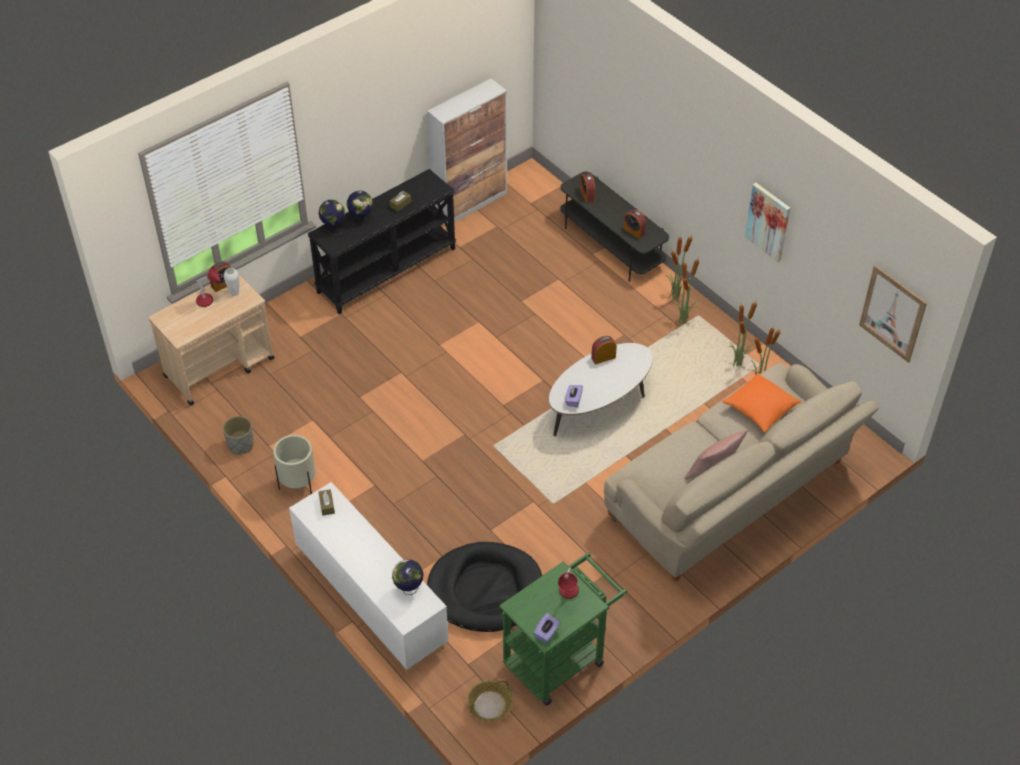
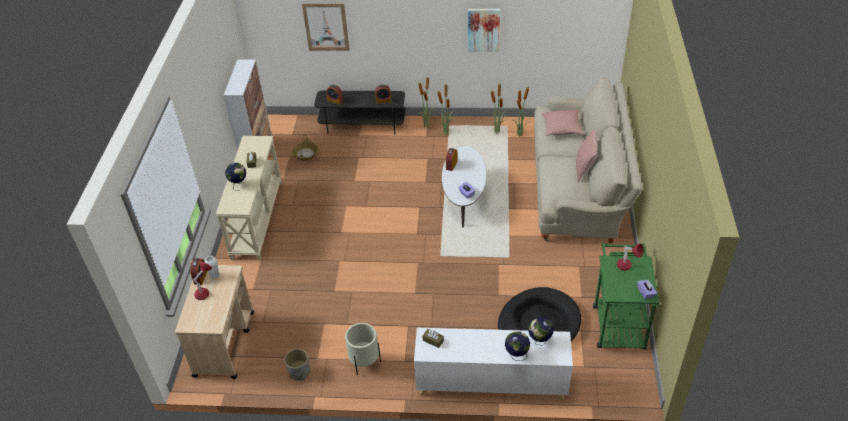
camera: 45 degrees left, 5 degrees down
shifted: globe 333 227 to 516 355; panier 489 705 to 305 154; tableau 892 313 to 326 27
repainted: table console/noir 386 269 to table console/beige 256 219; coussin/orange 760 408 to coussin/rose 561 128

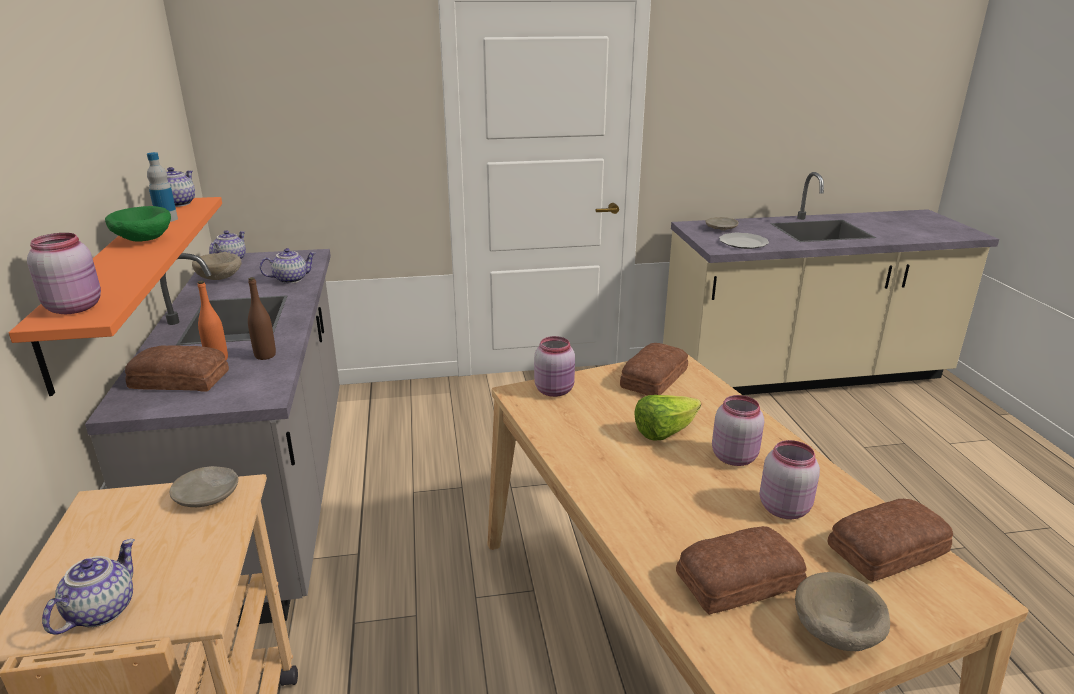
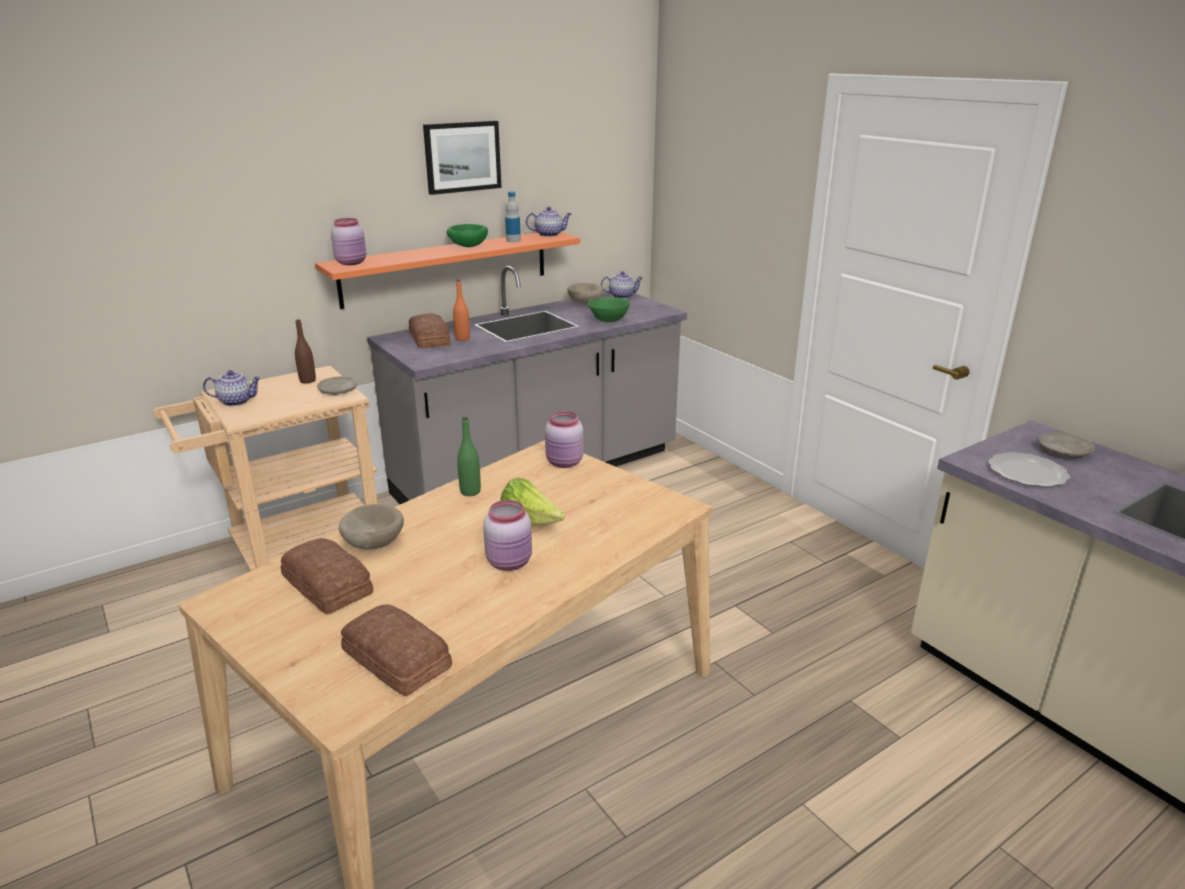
camera: 65 degrees right, 0 degrees up
gone: pain 652 378; bocal/rose 784 507
new: tableau 462 157; bouteille/vert 470 492
shifted: bouteille/marron 265 355 to 307 381; bol/beige 834 634 to 372 543
swapped: théière 291 279 to bol/vert 609 319

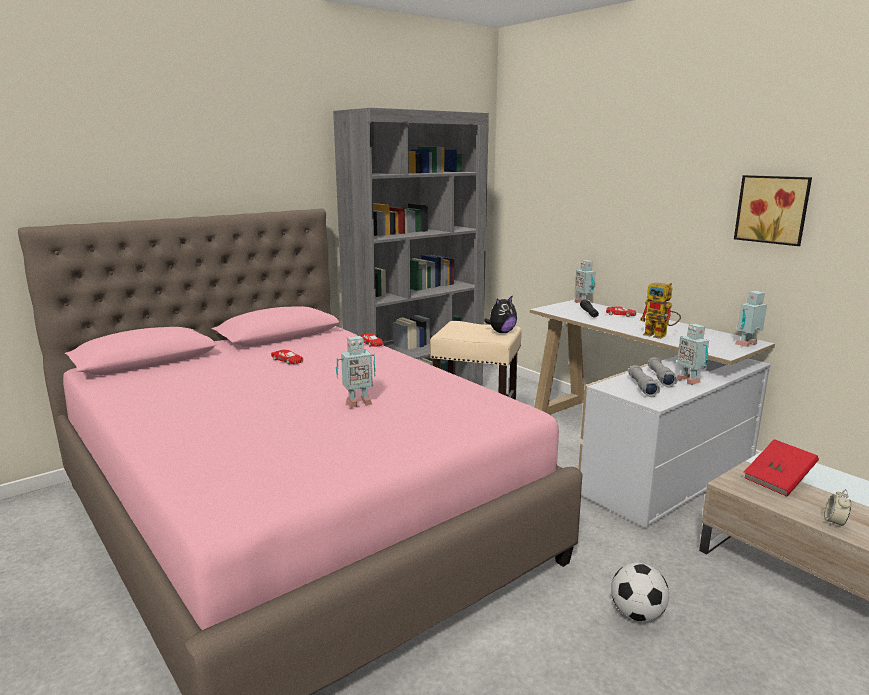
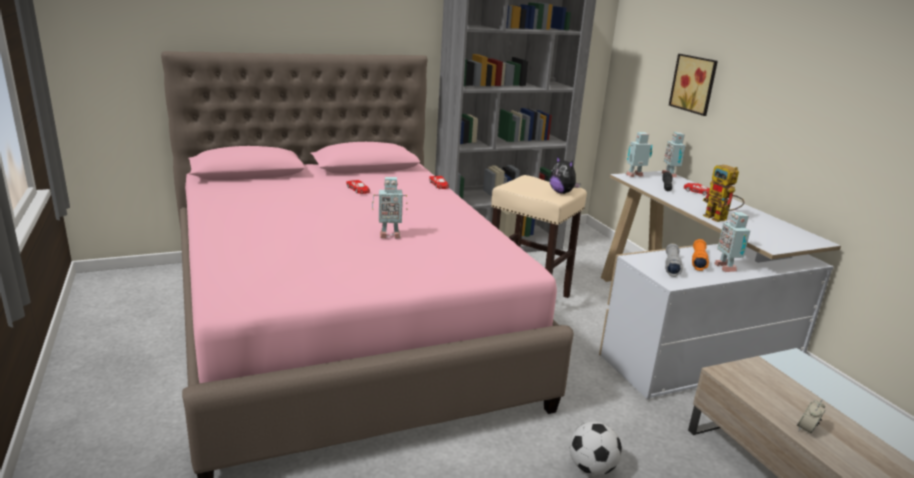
camera: 15 degrees right, 5 degrees up
gone: livre/rouge 778 480
shifted: tableau 773 209 to 695 84; robot jouet 748 345 to 635 176
repainted: lampe de poche/gris 660 378 to lampe de poche/orange 698 260
rotated: peluche 501 332 = 562 192 75 degrees clockwise

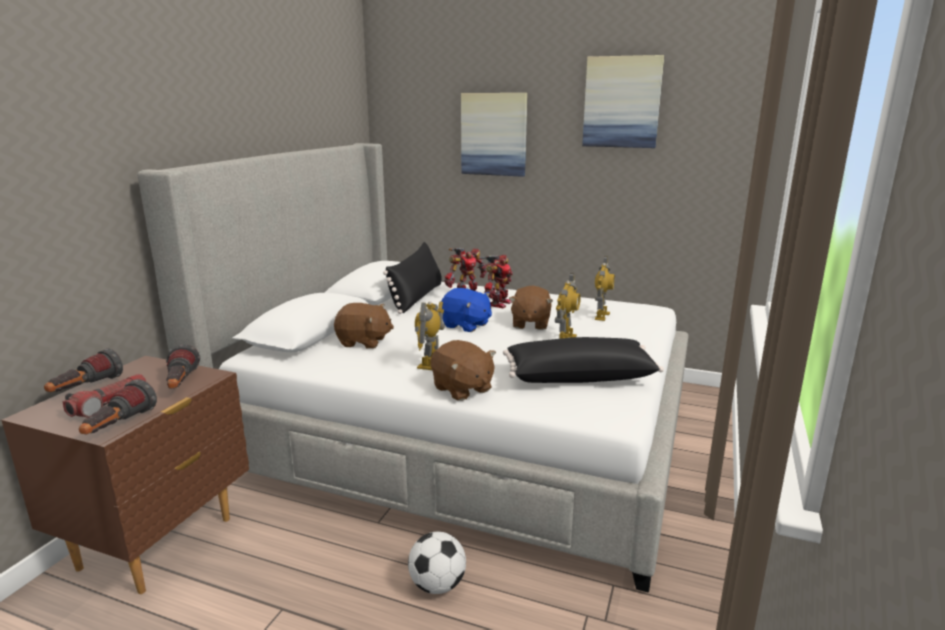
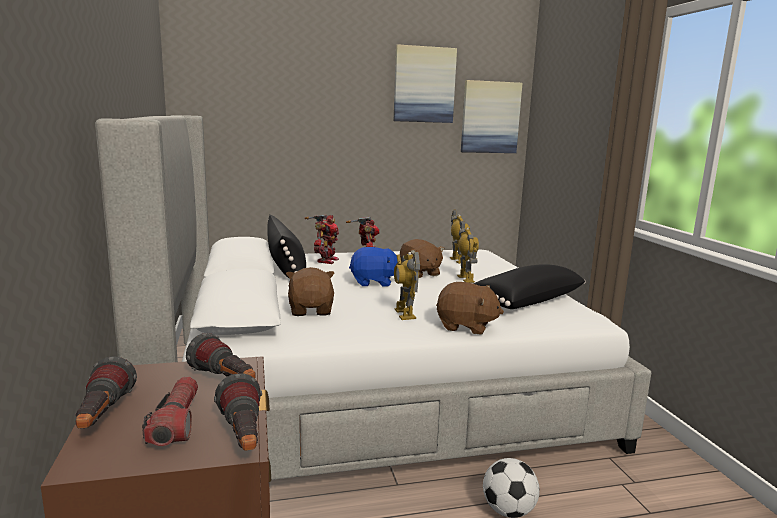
camera: 35 degrees left, 5 degrees down
shifted: tableau 494 134 to 490 117
rotated: peluche/marron 363 342 = 311 310 75 degrees counterclockwise

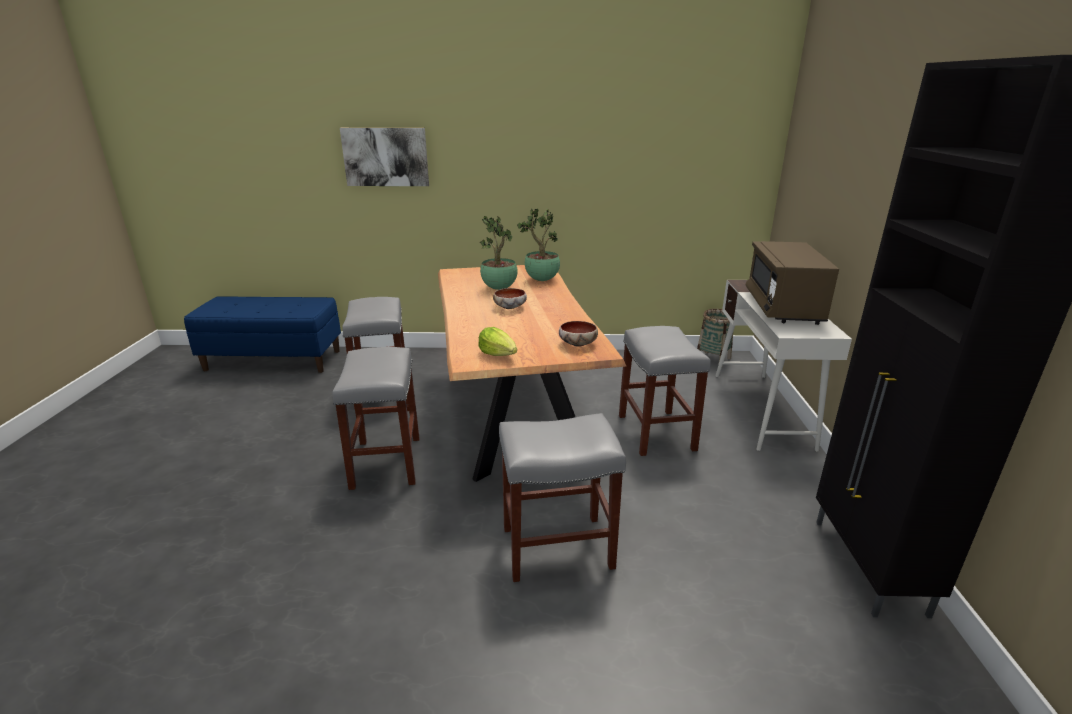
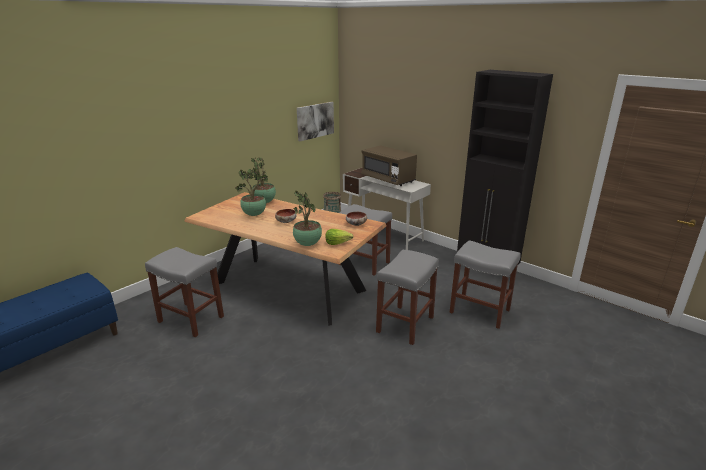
camera: 50 degrees left, 0 degrees up
new: plante en pot 308 244
shifted: tabouret/gris 385 461 to 479 311; tableau 386 157 to 315 120

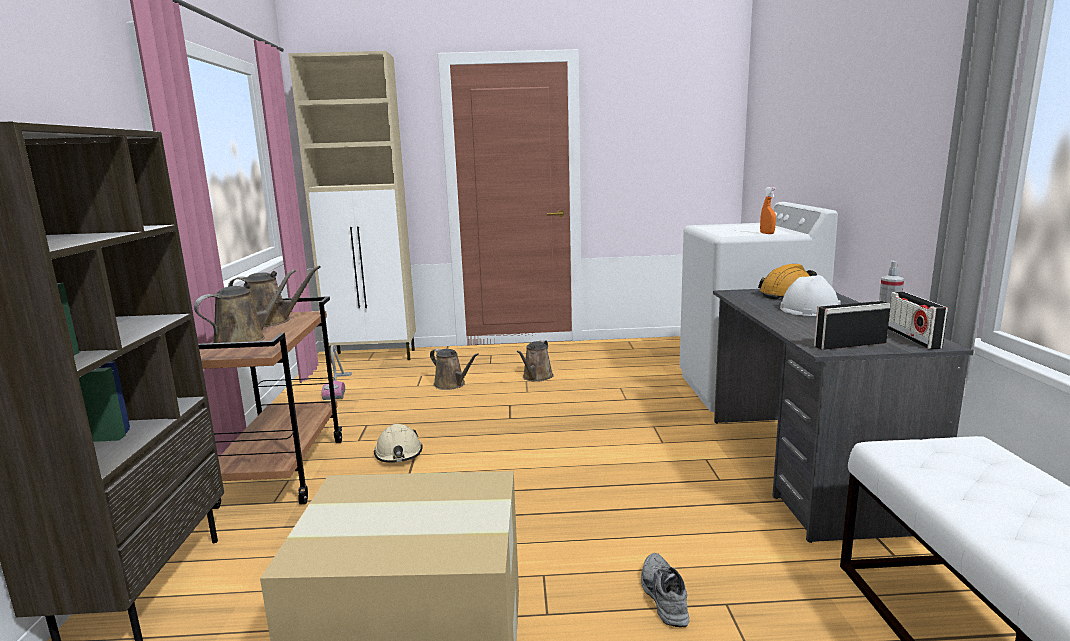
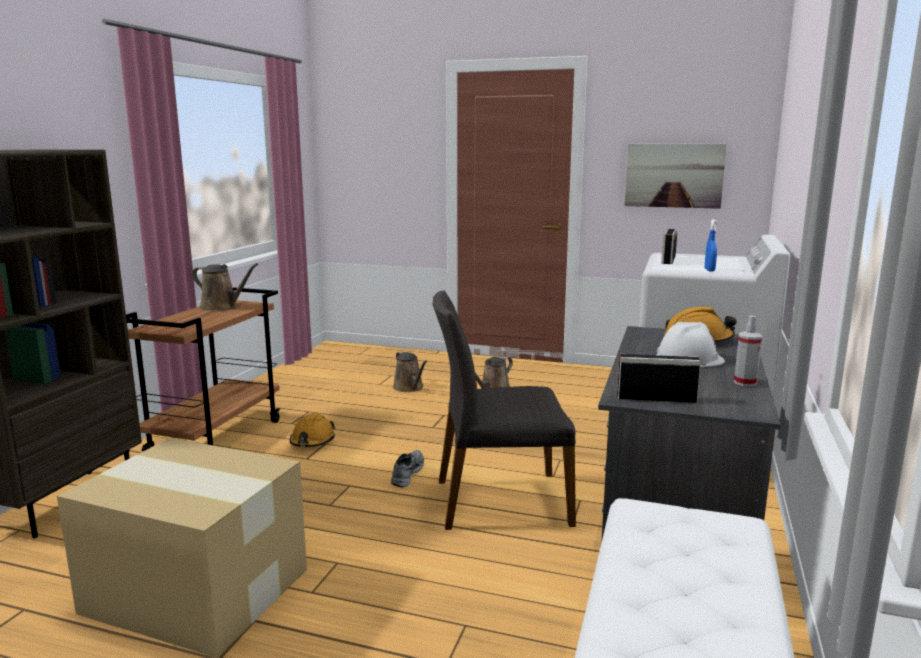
camera: 20 degrees right, 0 degrees up
gone: arrosoir/marron 245 339; meuble de rangement/beige 374 356; aspirateur 338 387
new: chaise/gris 500 501; tableau 674 175
shifted: chaussure/gris 662 596 to 406 473; radio 913 338 to 668 260
repainted: casque de chantier/beige 399 454 to casque de chantier/orange 312 441; vaporisateur/orange 767 233 to vaporisateur/bleu 709 270

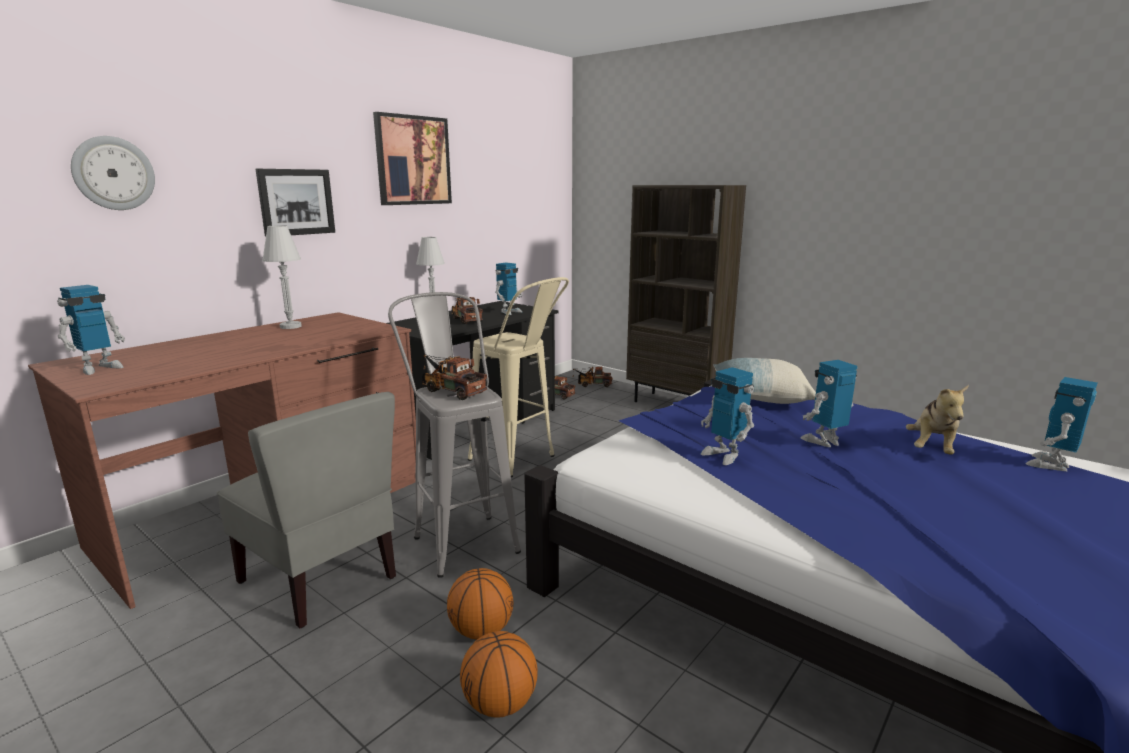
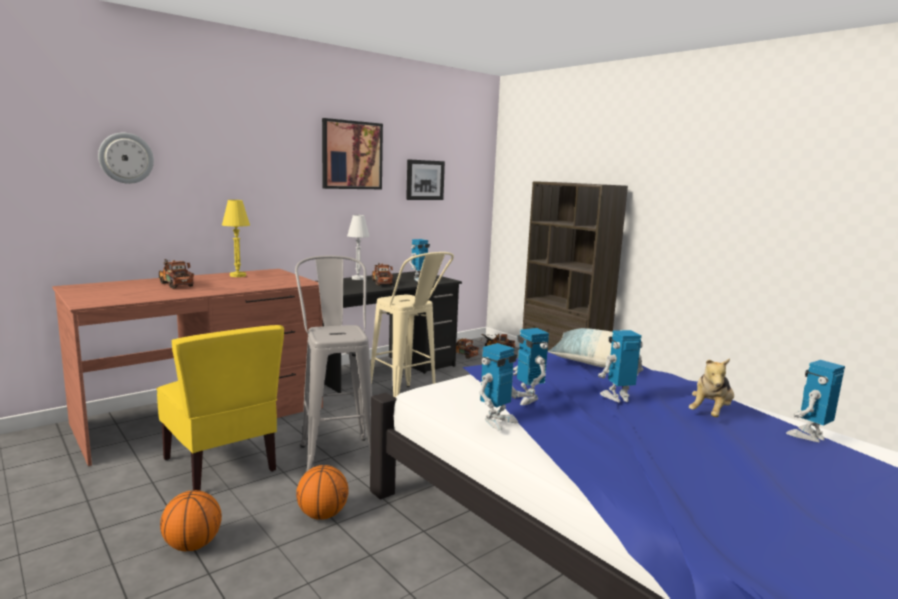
camera: 10 degrees right, 5 degrees down
shifted: robot jouet 99 368 to 497 421; tableau 296 202 to 424 180; camion jouet 451 391 to 175 284; ballon de basket 499 704 to 192 545
repainted: chaise/gris 320 578 to chaise/jaune 222 464; lampe de table/blanc 290 326 to lampe de table/jaune 238 275

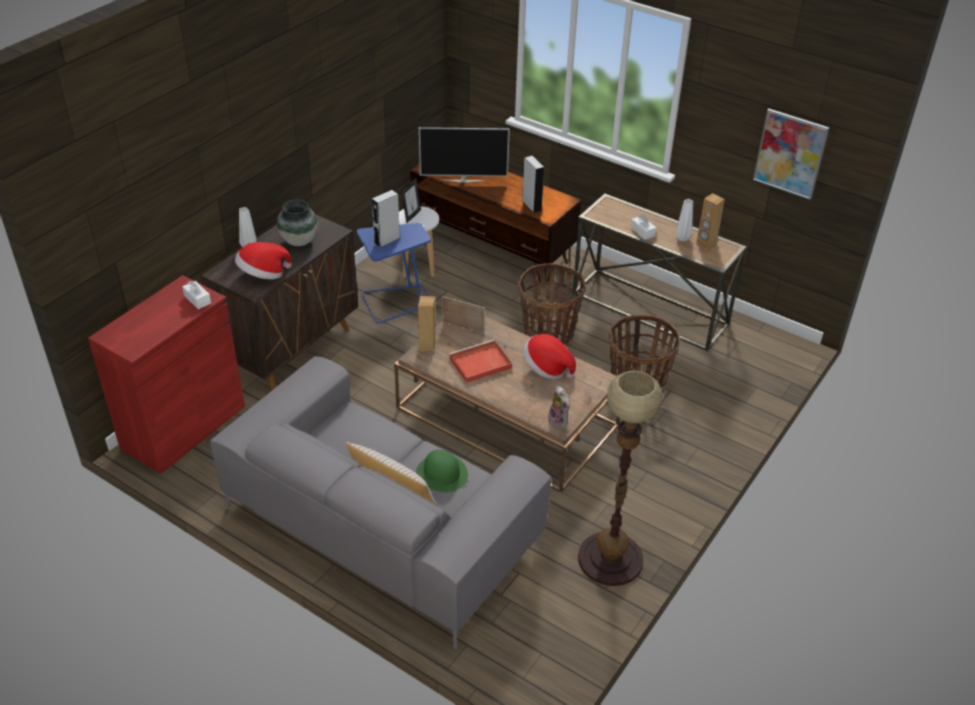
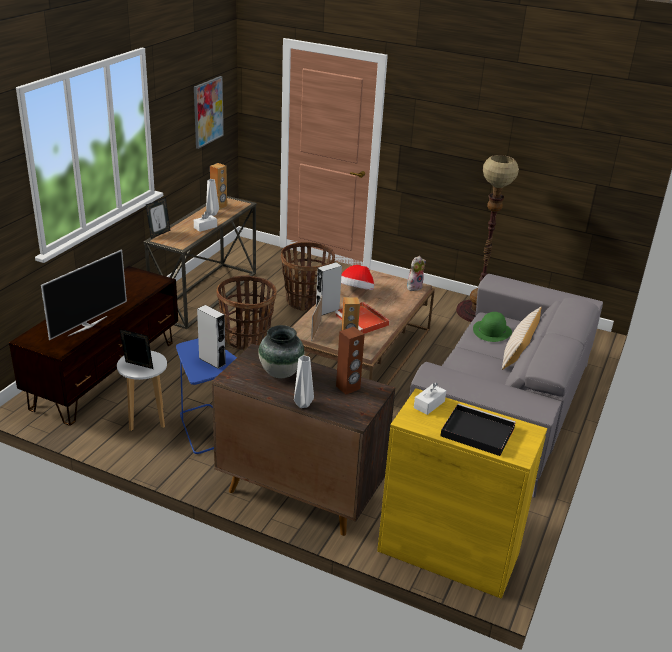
camera: 100 degrees left, 10 degrees down
new: cadre photo 159 234; plateau/noir 476 432
shifted: enceinte/gris 531 205 to 327 310
swapped: chapeau 263 274 to enceinte/marron 348 388
repainted: meuble de rangement/rouge 183 427 to meuble de rangement/jaune 448 552
rotated: téléviseur 463 180 = 87 325 45 degrees clockwise

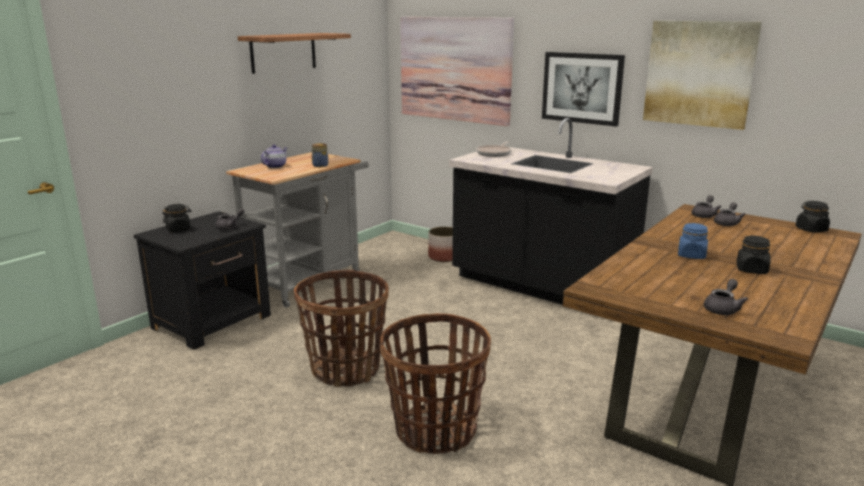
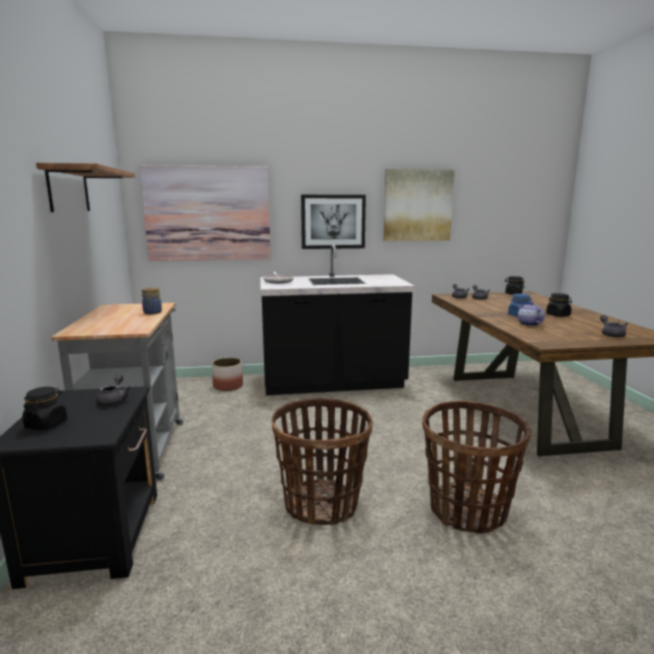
camera: 45 degrees left, 5 degrees down
shifted: théière 275 166 to 528 324

